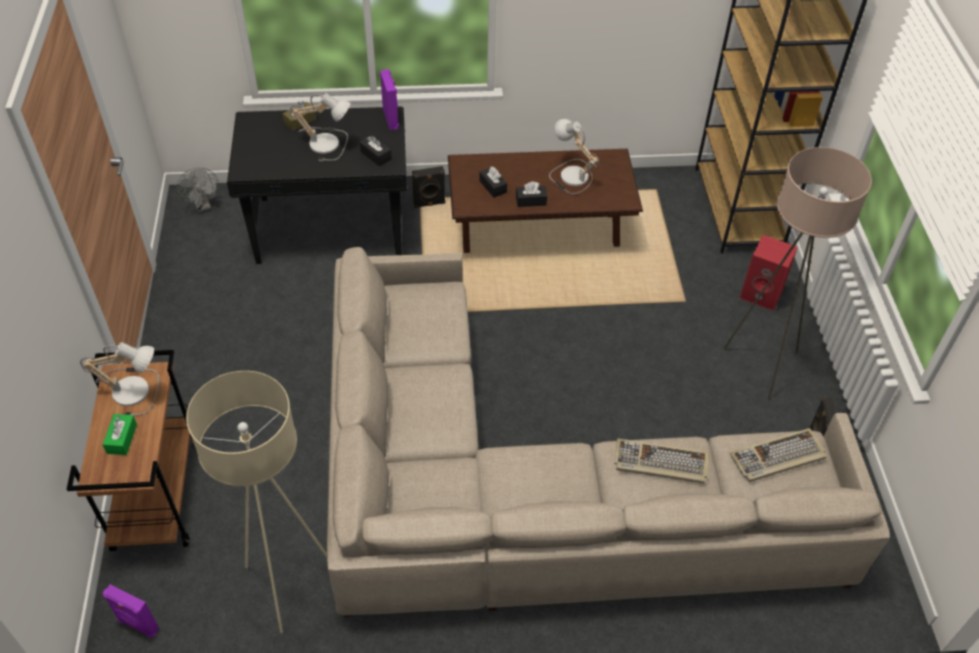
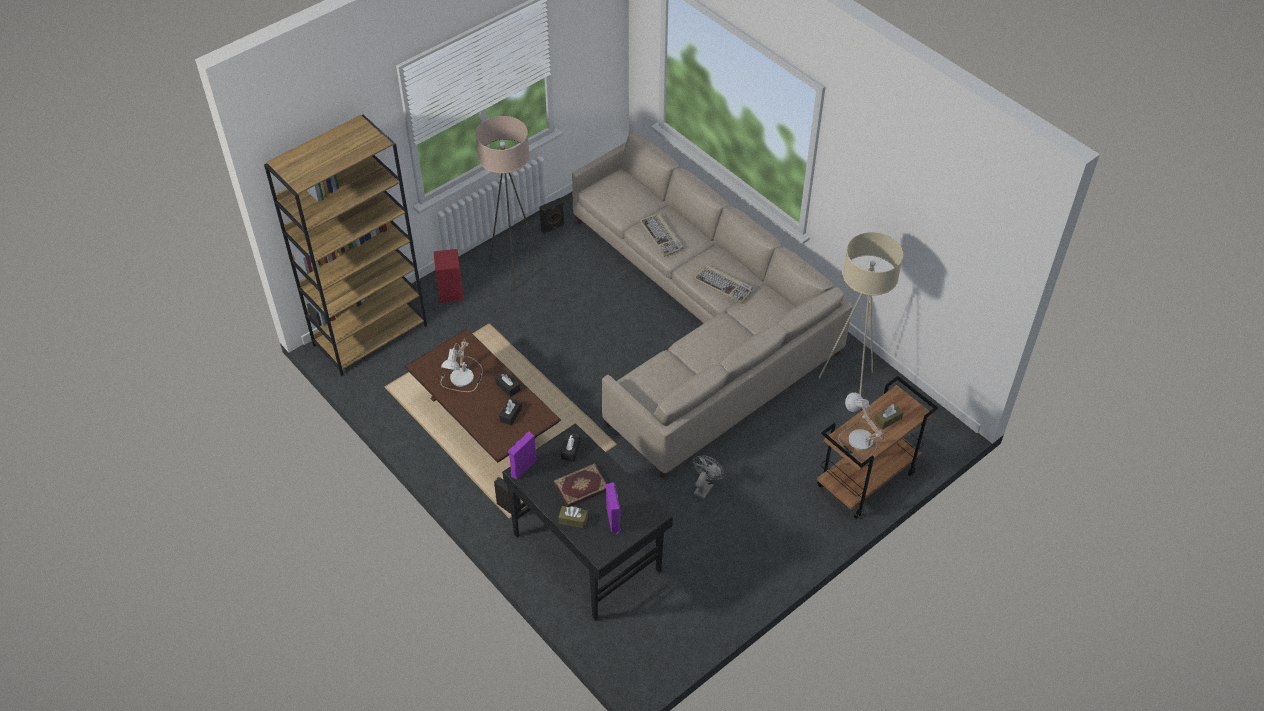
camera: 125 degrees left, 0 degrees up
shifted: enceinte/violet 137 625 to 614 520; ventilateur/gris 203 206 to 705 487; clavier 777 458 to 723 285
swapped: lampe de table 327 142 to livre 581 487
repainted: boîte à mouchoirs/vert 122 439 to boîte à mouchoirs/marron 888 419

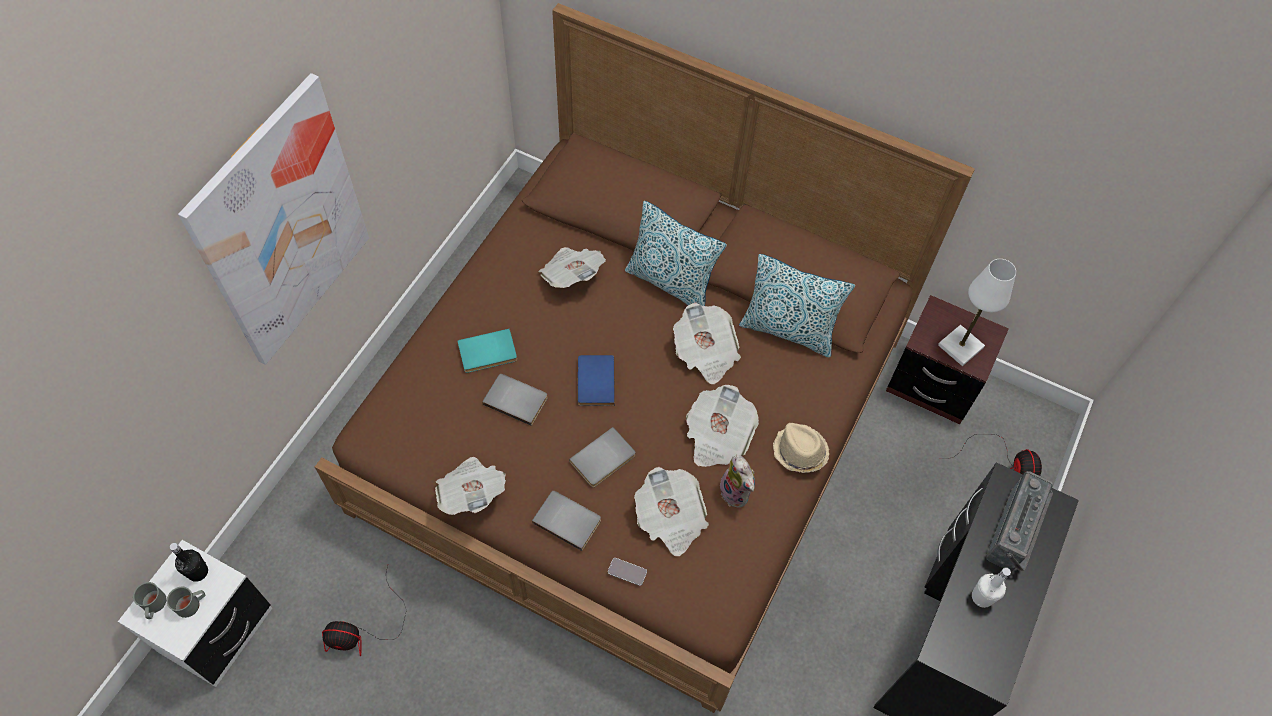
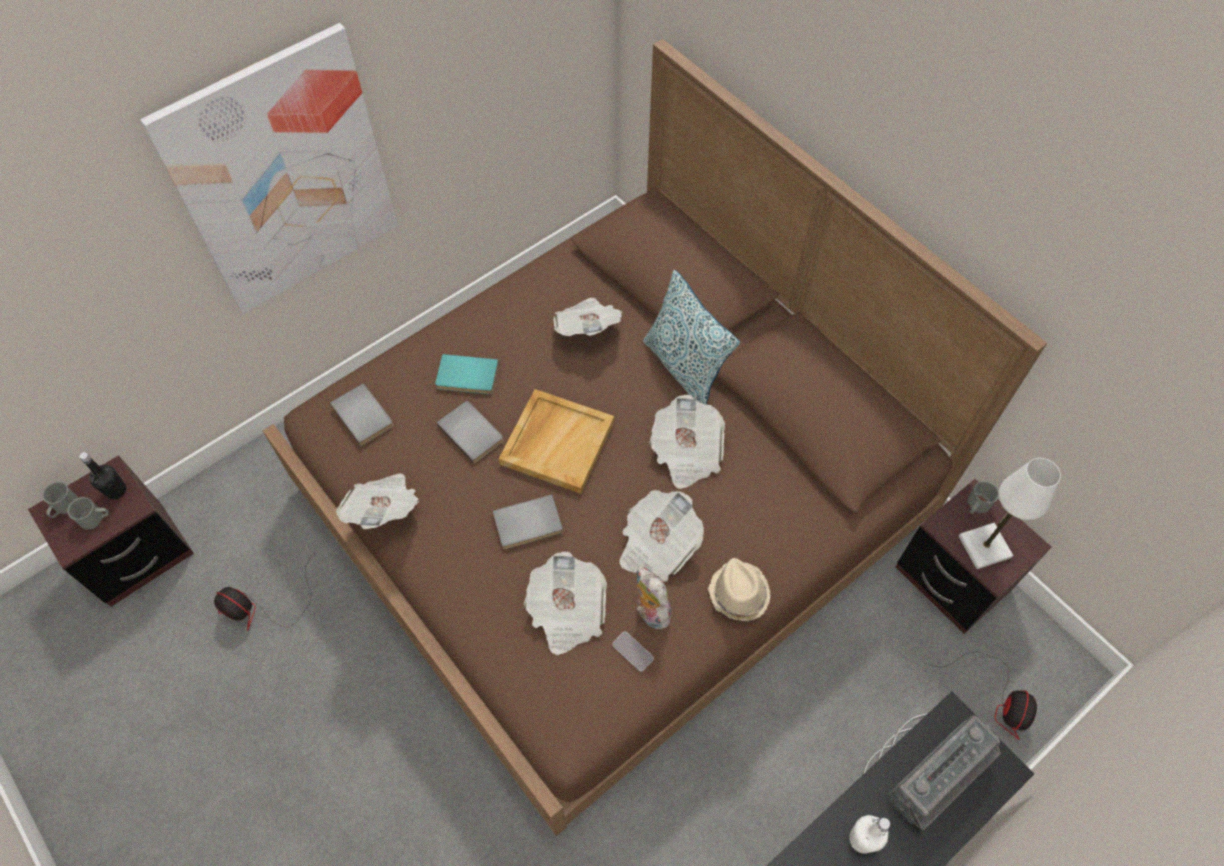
camera: 25 degrees right, 0 degrees up
gone: coussin 788 330
new: mug/gris 976 505
shifted: livre/gris 568 519 to 364 415; téléphone 627 572 to 632 651
swapped: livre/bleu 594 382 to plateau/beige 557 442
repainted: table de chevet/blanc 217 630 to table de chevet/marron 137 555
rotated: peluche 737 492 = 650 611 150 degrees clockwise

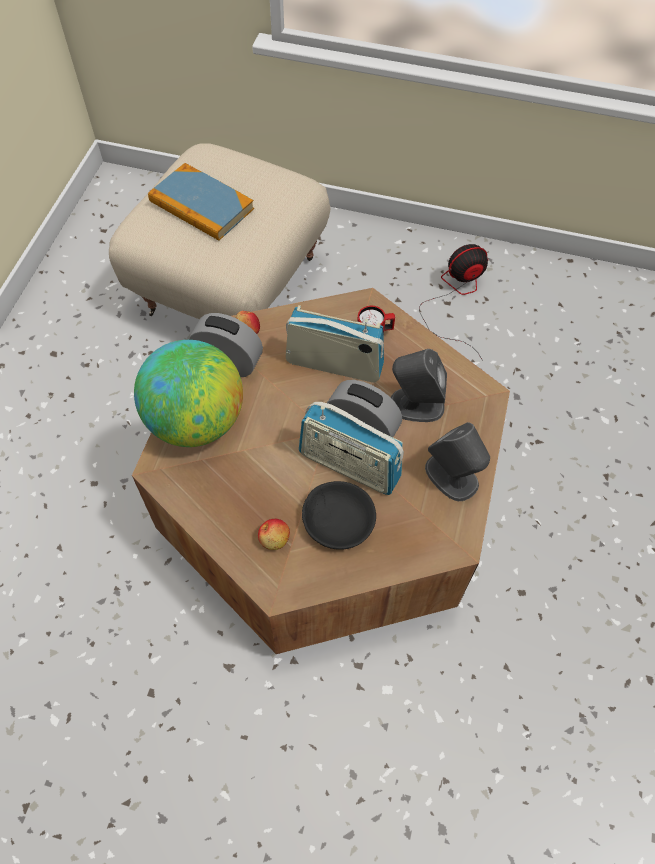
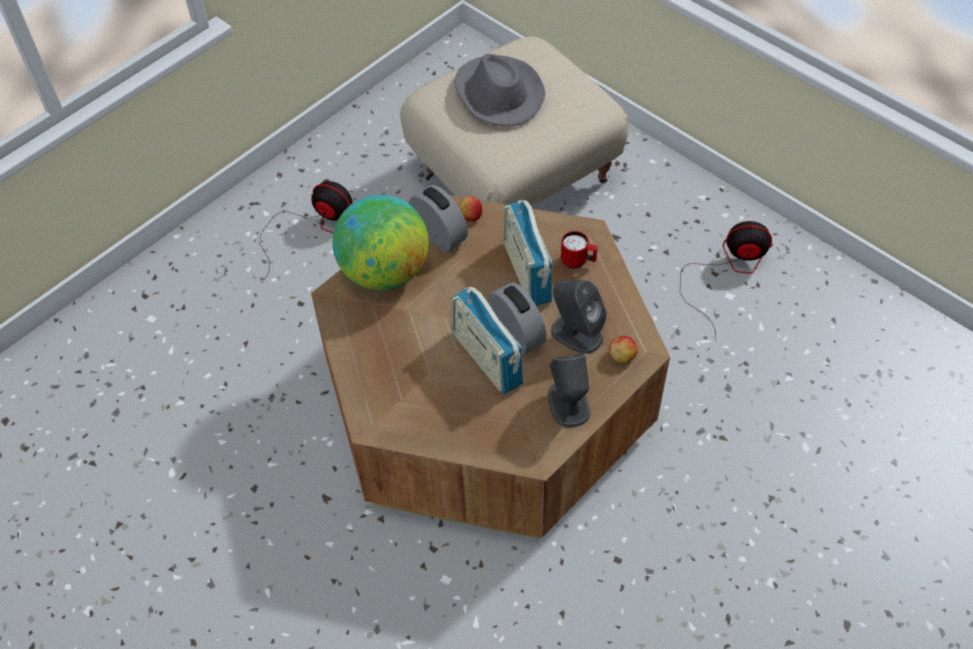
camera: 30 degrees right, 5 degrees down
gone: bol/noir 337 520
new: ventilateur 314 227
shifted: pomme 274 539 to 622 356
swapped: livre 201 205 to chapeau/gris 497 93
rotated: radio 334 364 = 527 272 150 degrees counterclockwise

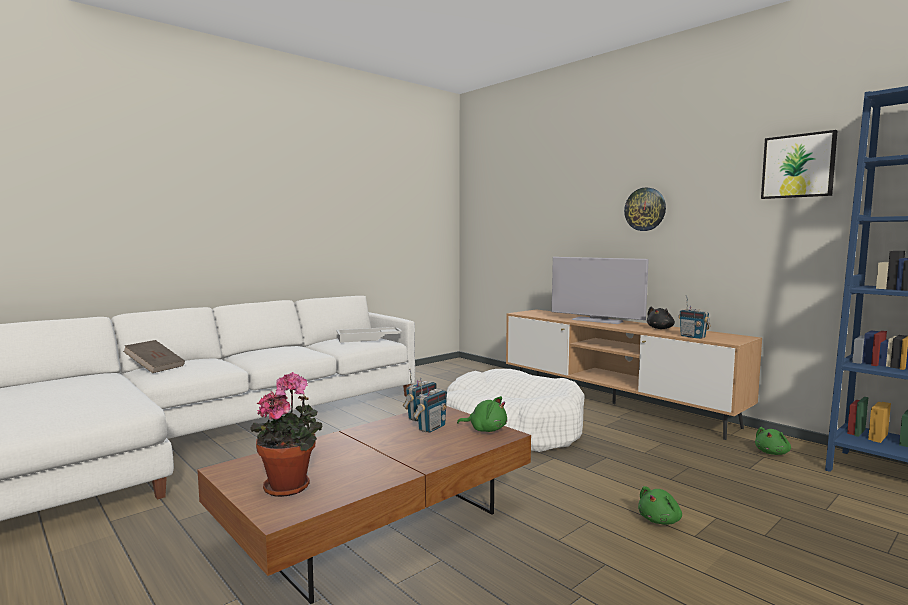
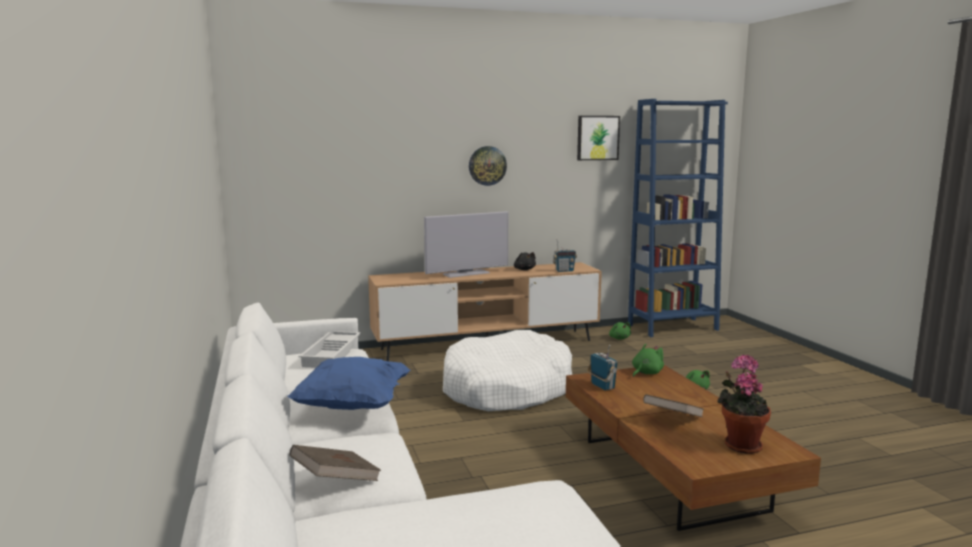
camera: 65 degrees left, 5 degrees up
gone: radio 431 428
new: coussin/bleu 352 406; livre/marron 672 419

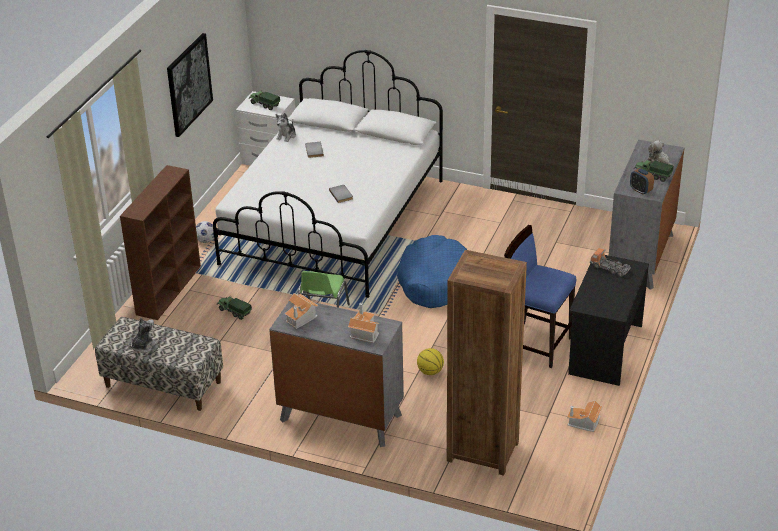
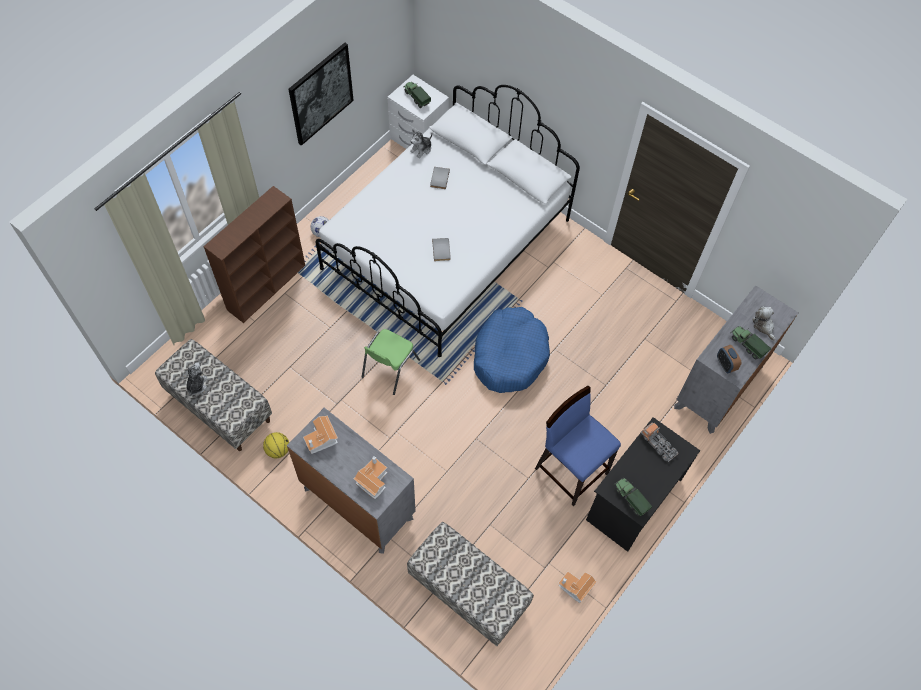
camera: 15 degrees right, 25 degrees up
shifted: camion jouet 234 312 to 630 498; ballon de basket 430 371 to 278 450
swapped: bibliothèque/marron 482 452 to banc 468 592
rotated: peluche 143 346 = 196 385 45 degrees counterclockwise

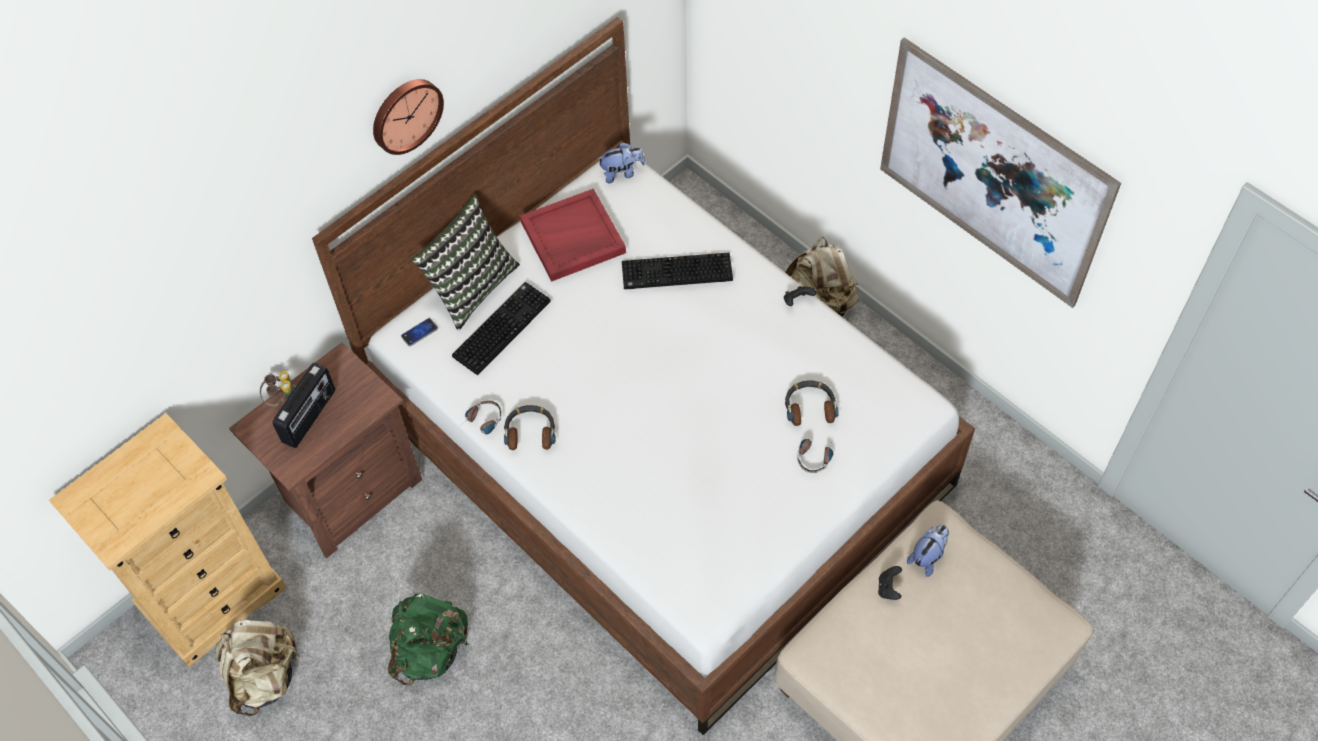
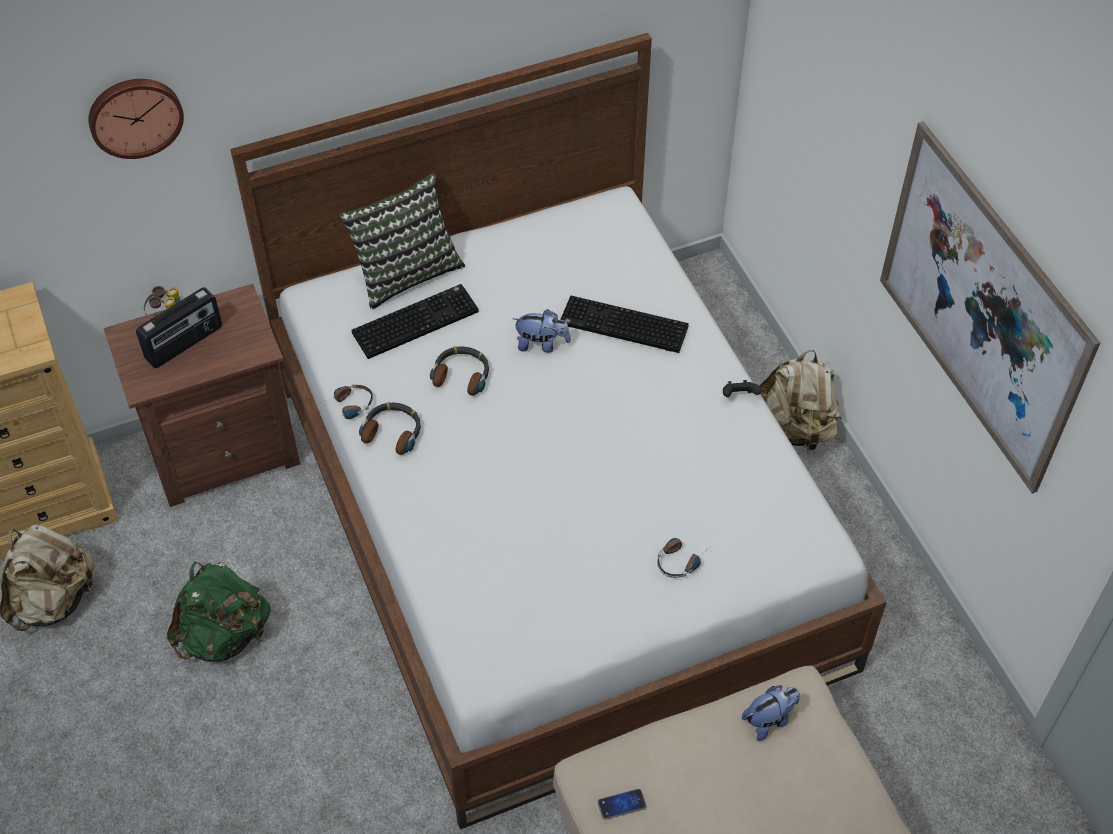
camera: 20 degrees right, 5 degrees down
gone: plateau/rouge 572 238; manette/noir 888 588
shifted: horloge murale 405 114 to 135 115; téléphone 419 332 to 621 804; peluche 622 173 to 541 344; casque audio 810 406 to 462 374

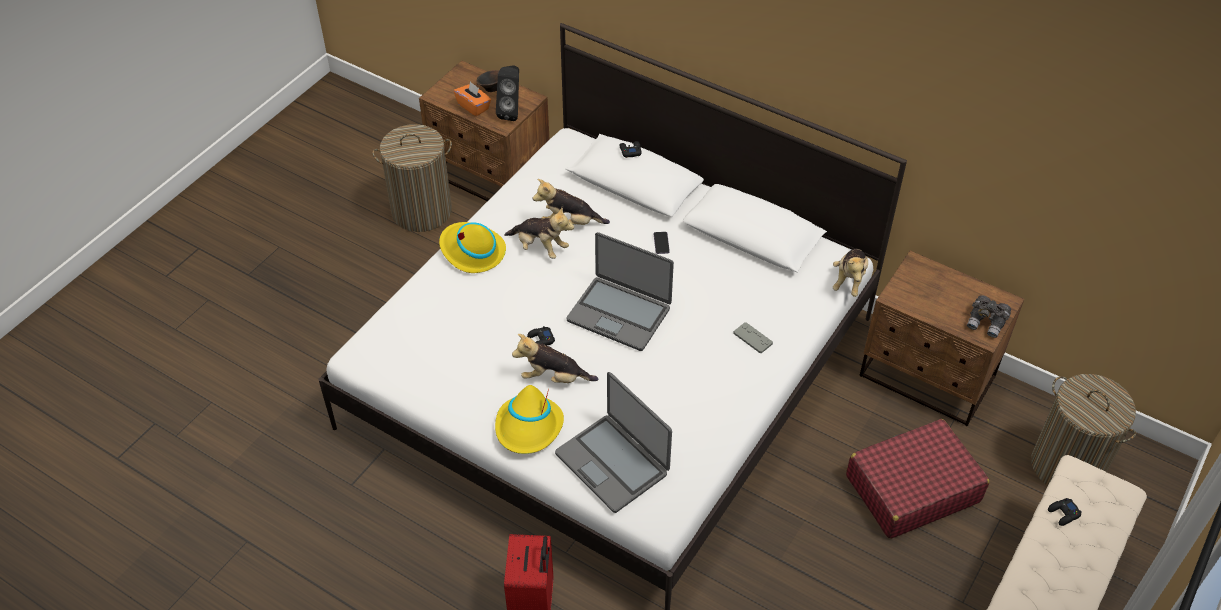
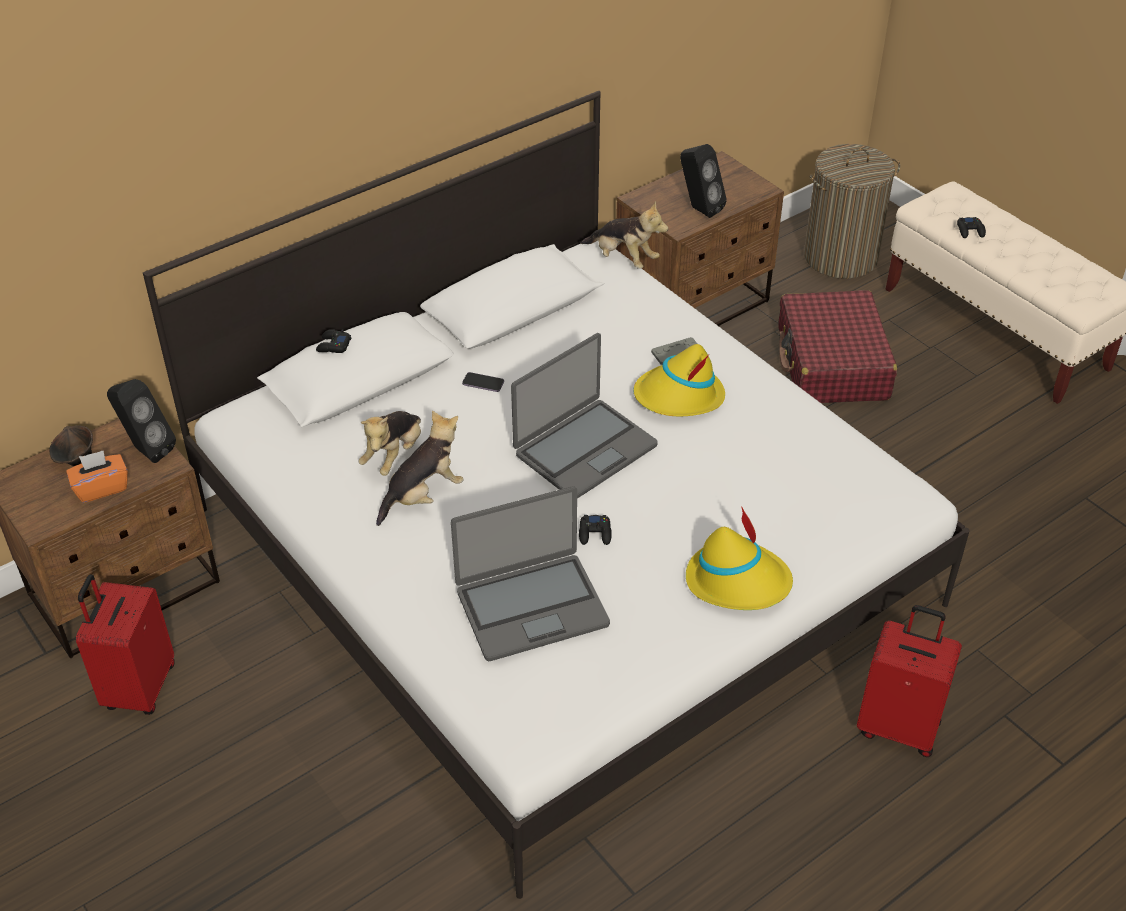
camera: 70 degrees left, 5 degrees down
gone: peluche 554 378; jumelles/gris 987 322
new: enceinte/noir 698 209
shifted: chapeau/jaune 472 251 to 678 396; ordinateur portable 613 463 to 531 607
swapped: panier à linge 422 211 to valise/rouge 138 687

